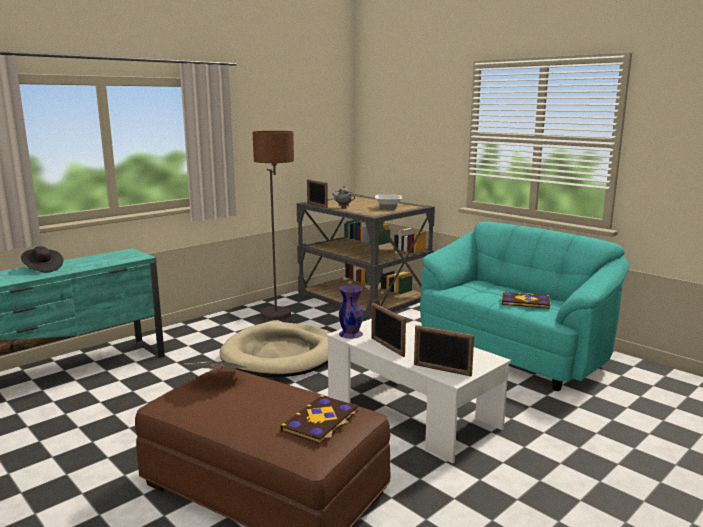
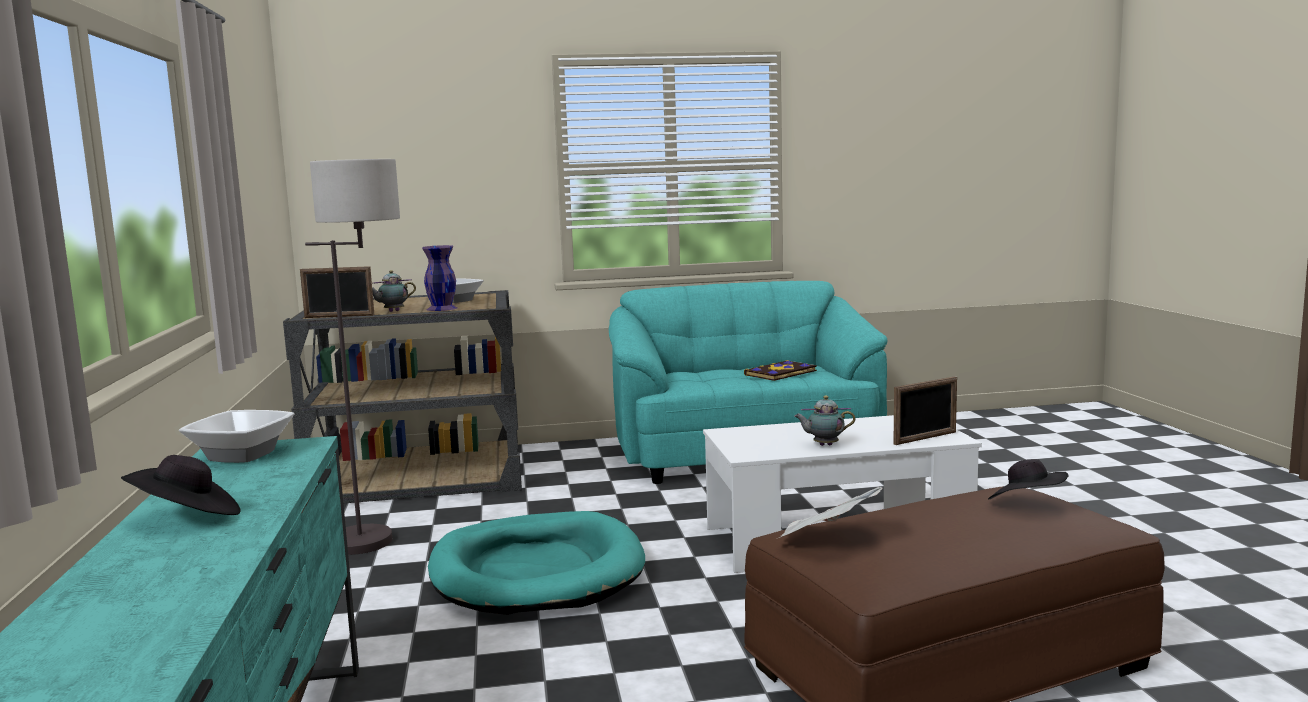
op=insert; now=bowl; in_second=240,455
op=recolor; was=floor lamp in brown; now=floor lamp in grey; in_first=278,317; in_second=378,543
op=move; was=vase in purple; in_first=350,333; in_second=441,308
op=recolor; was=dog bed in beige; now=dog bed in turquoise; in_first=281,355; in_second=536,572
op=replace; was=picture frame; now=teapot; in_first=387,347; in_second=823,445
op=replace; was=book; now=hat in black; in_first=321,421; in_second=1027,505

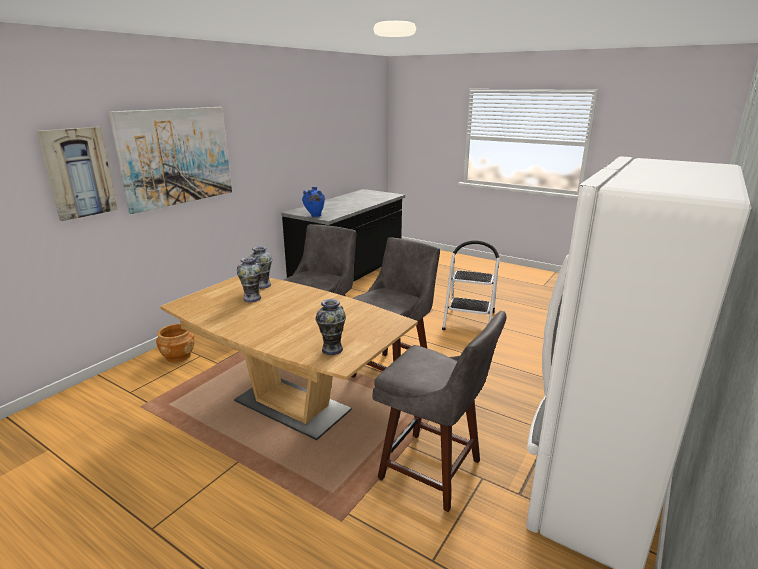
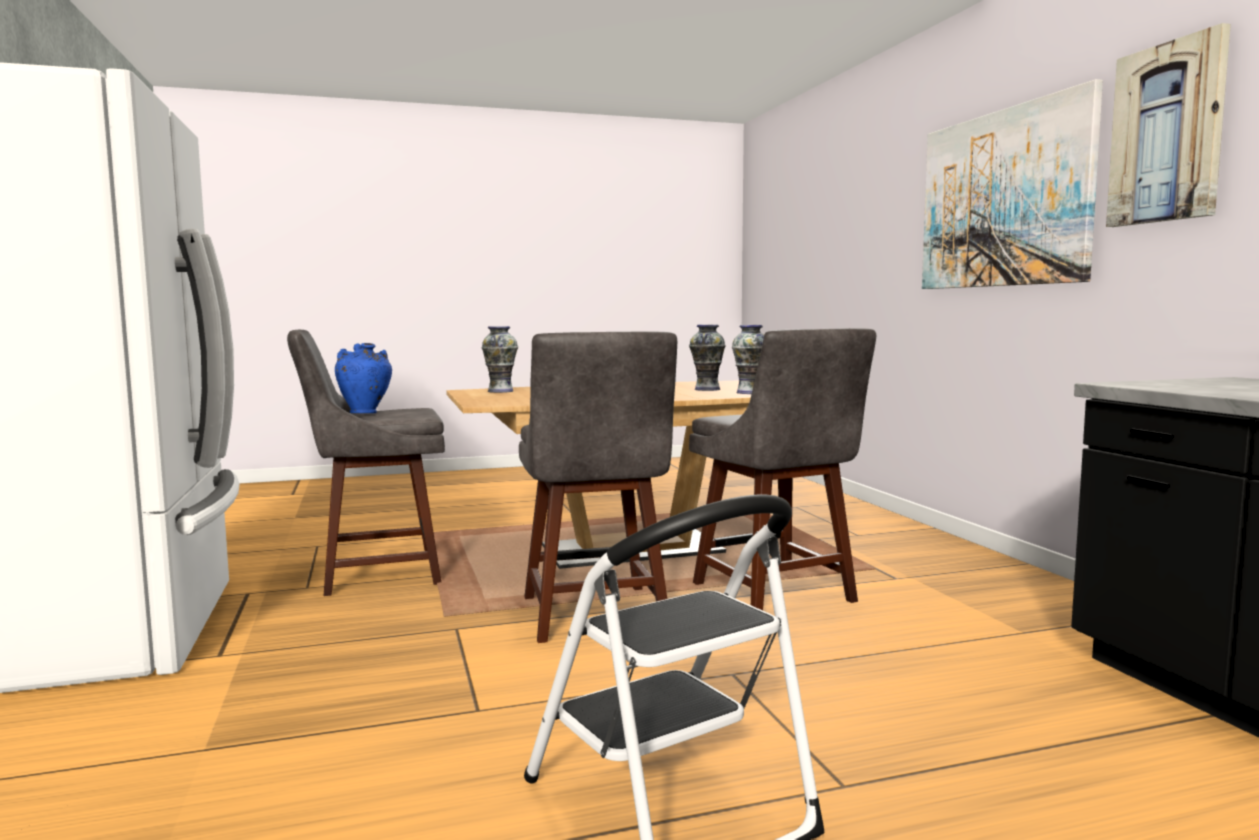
op=move; was=vase in blue; in_first=314,216; in_second=365,413
op=move; was=picture; in_first=78,173; in_second=1167,133
op=delete; was=planter in brown; in_first=178,356

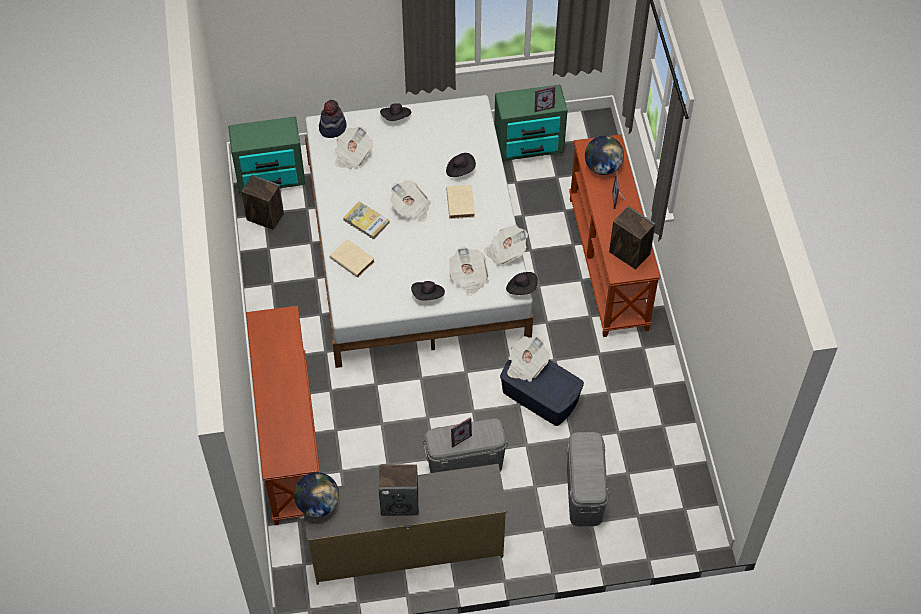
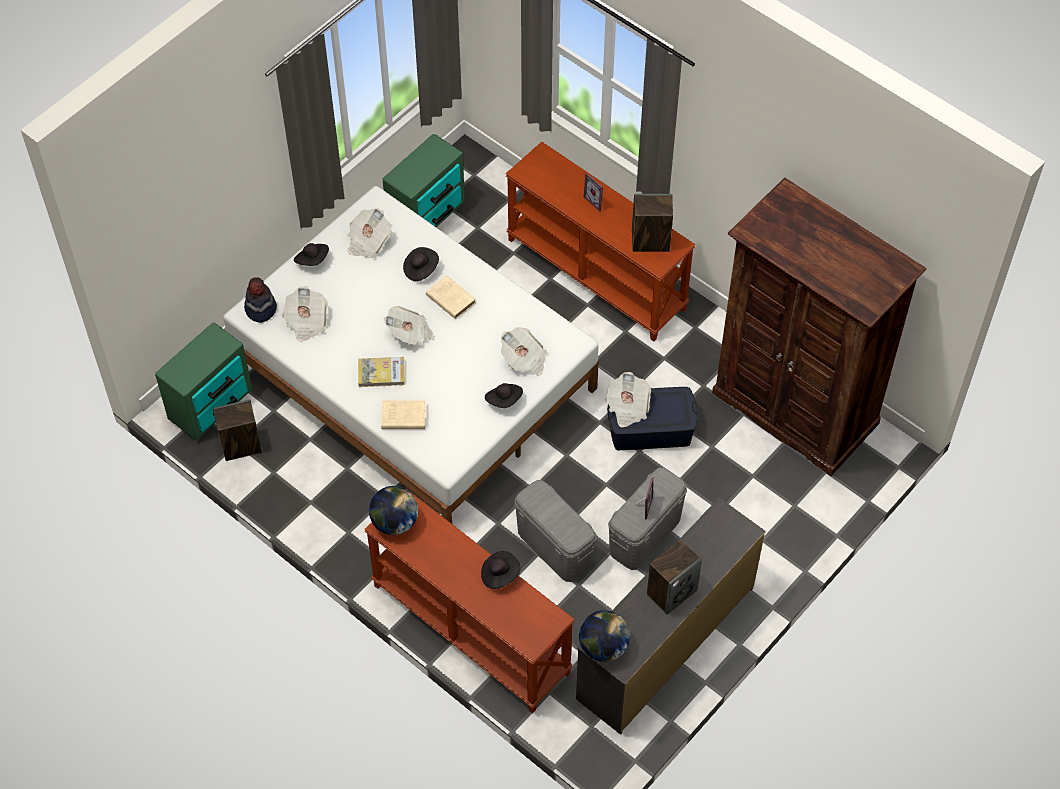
op=move; was=newspaper; in_first=505,251; in_second=368,241
op=move; was=globe; in_first=602,167; in_second=394,522
op=move; was=hat in black; in_first=522,288; in_second=499,574
op=move; was=storage box in grey; in_first=584,492; in_second=554,547
op=insert; now=wardrobe in brown; in_second=794,409
op=delete; was=picture frame; in_first=542,105

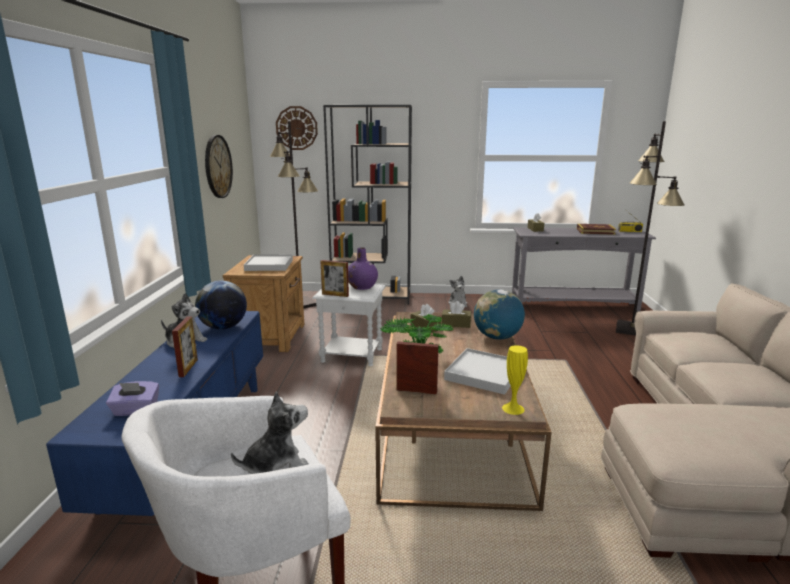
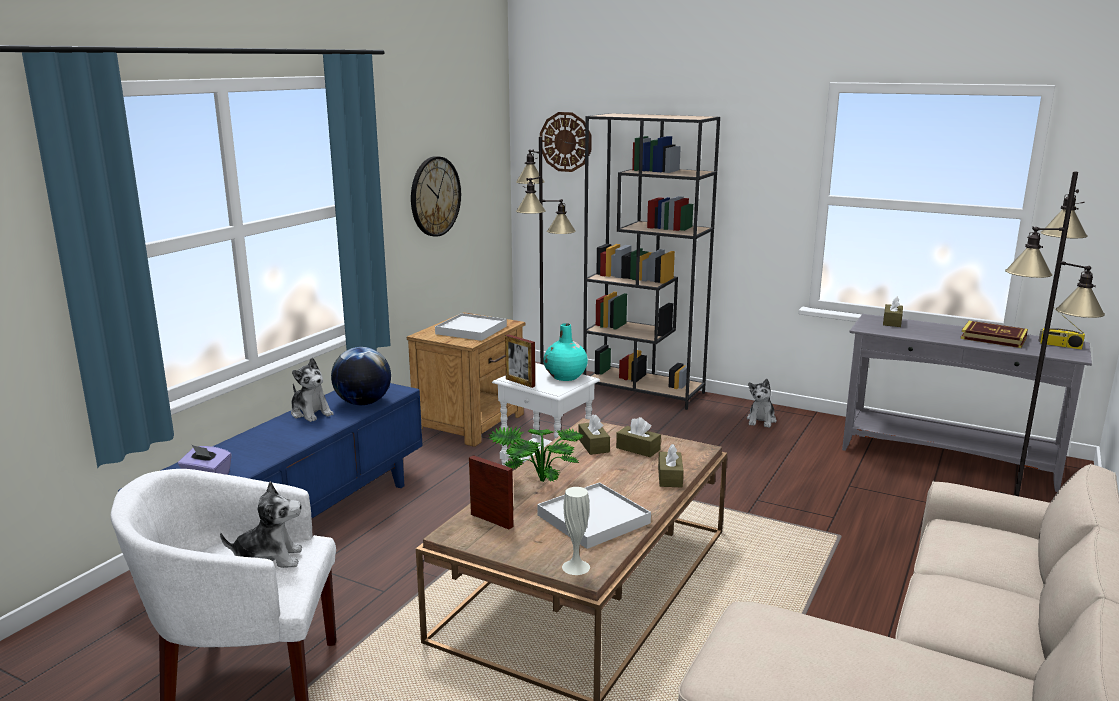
op=recolor; was=vase in purple; now=vase in turquoise; in_first=362,287; in_second=565,376
op=recolor; was=vase in yellow; now=vase in white; in_first=513,408; in_second=576,567
op=replace; was=globe; now=tissue box in brown; in_first=497,337; in_second=670,477
op=delete; was=picture frame; in_first=188,368

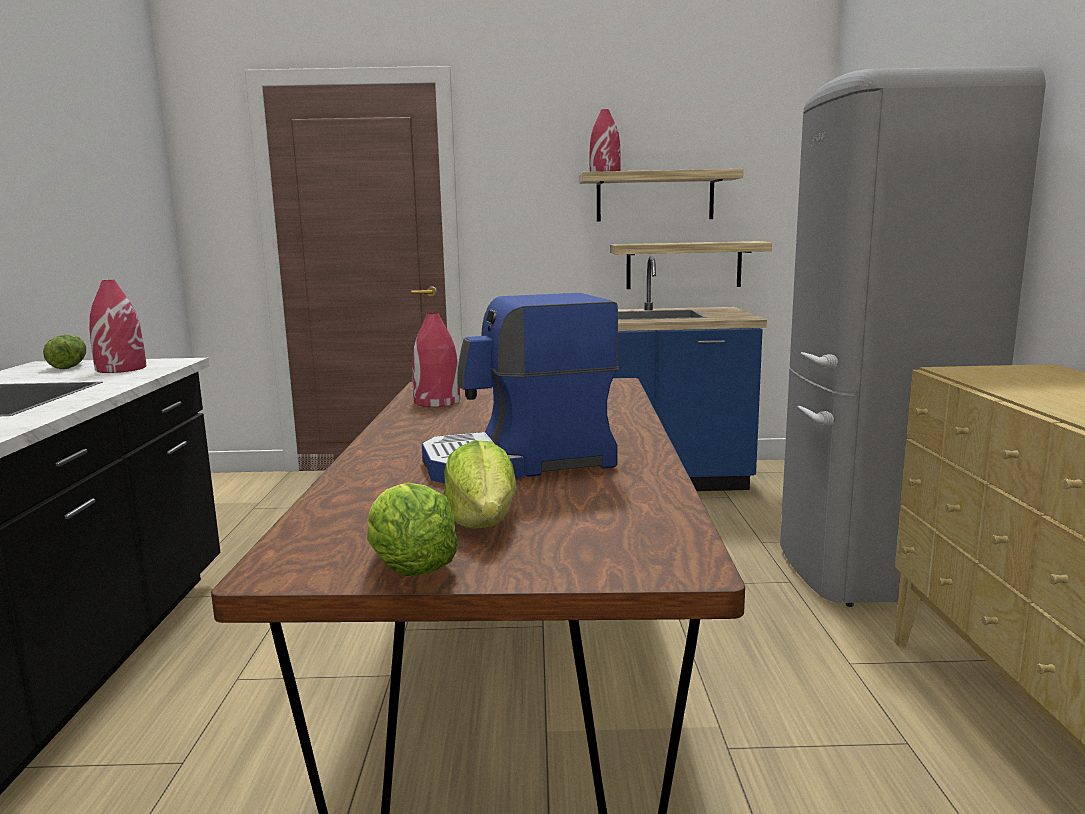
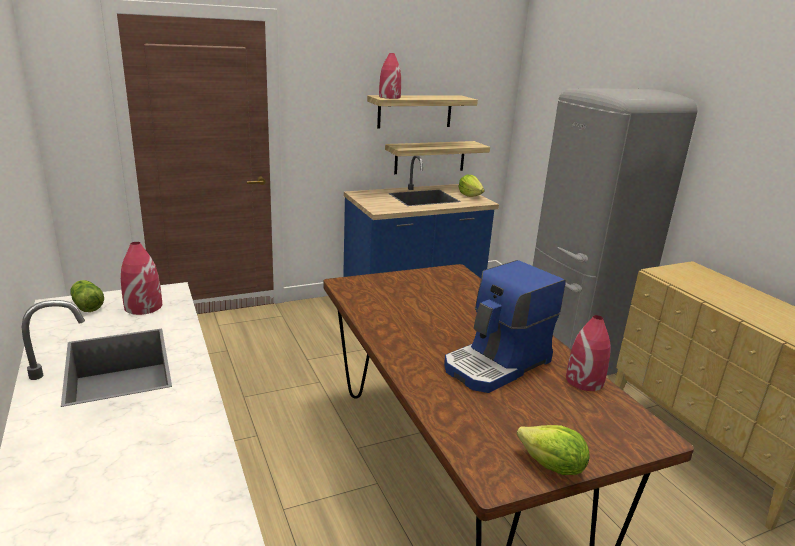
op=move; was=lettuce; in_first=483,521; in_second=470,195
op=move; was=vase in red; in_first=436,402; in_second=584,381

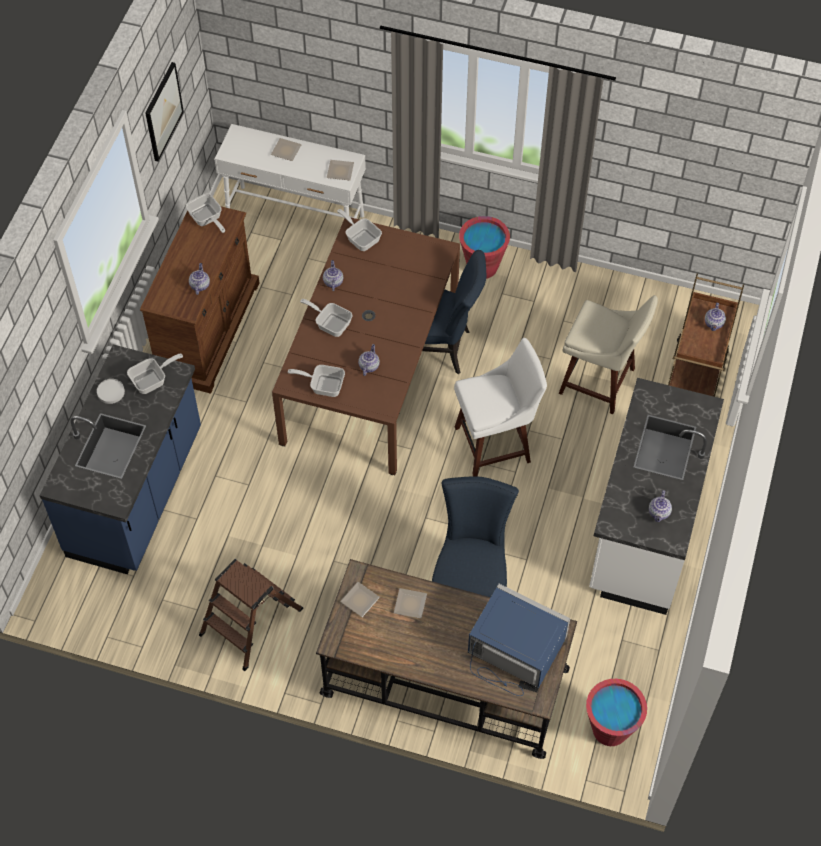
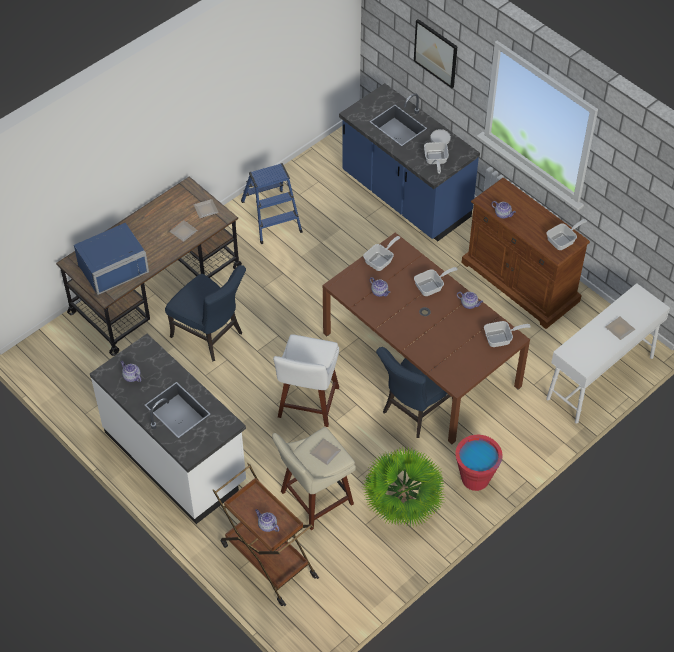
op=recolor; was=step ladder in brown; now=step ladder in blue; in_first=251,621; in_second=271,216
op=move; was=plate; in_first=339,170; in_second=326,452
op=insert; now=potted plant; in_second=402,507
op=move; was=picture; in_first=163,111; in_second=436,53
op=rotate; was=frying pan; in_first=207,219; in_second=563,241; clockwise=150
op=delete; was=bucket in red; in_first=610,729

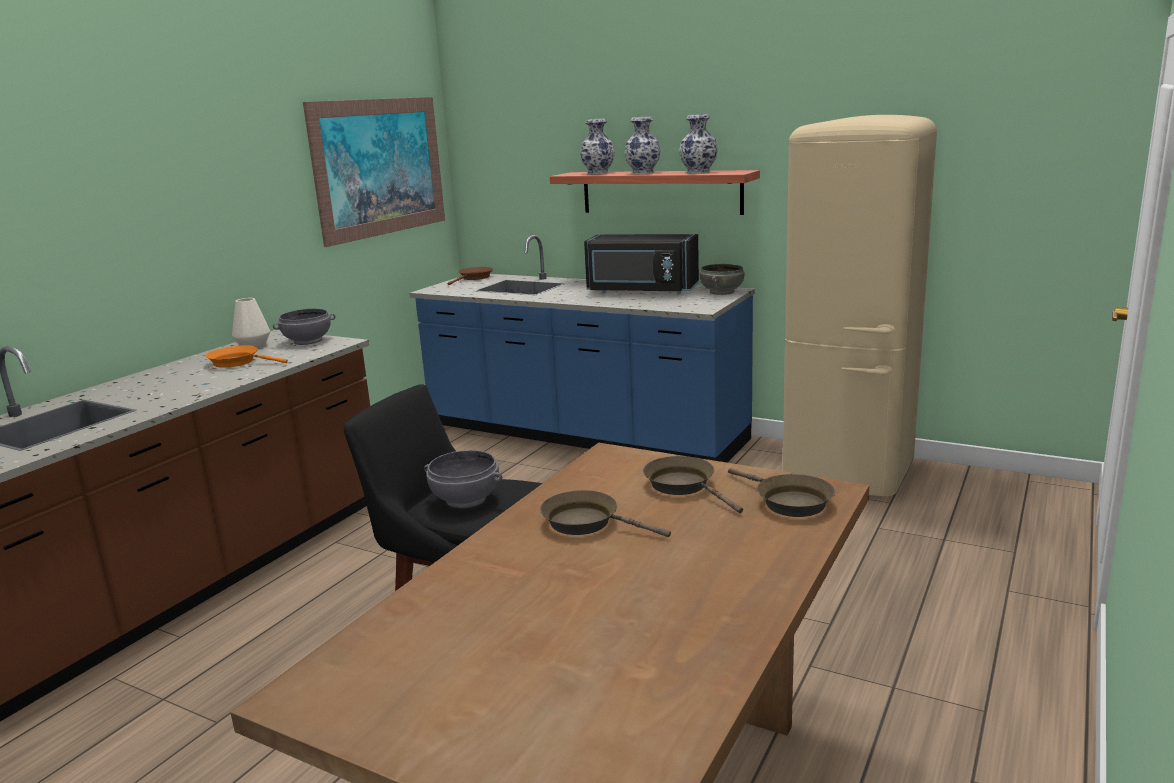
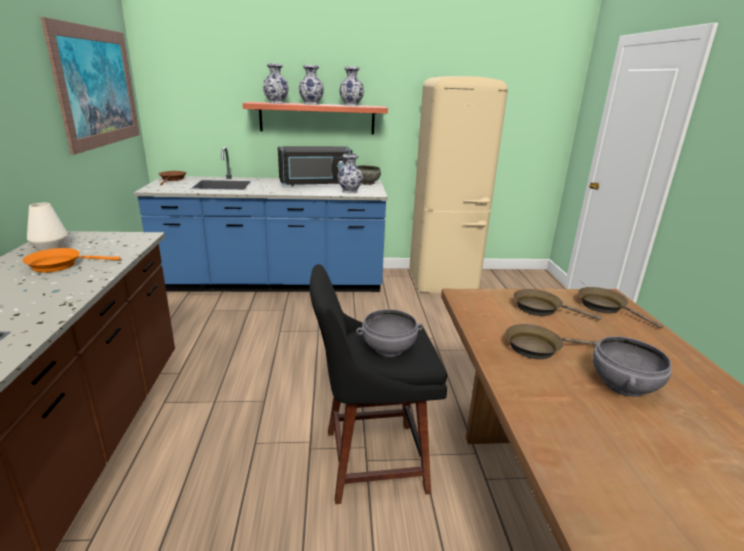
op=insert; now=vase; in_second=350,191
op=rotate; was=frying pan in brown; in_first=788,502; in_second=605,307; clockwise=-150
op=move; was=bowl in grey; in_first=307,341; in_second=622,385

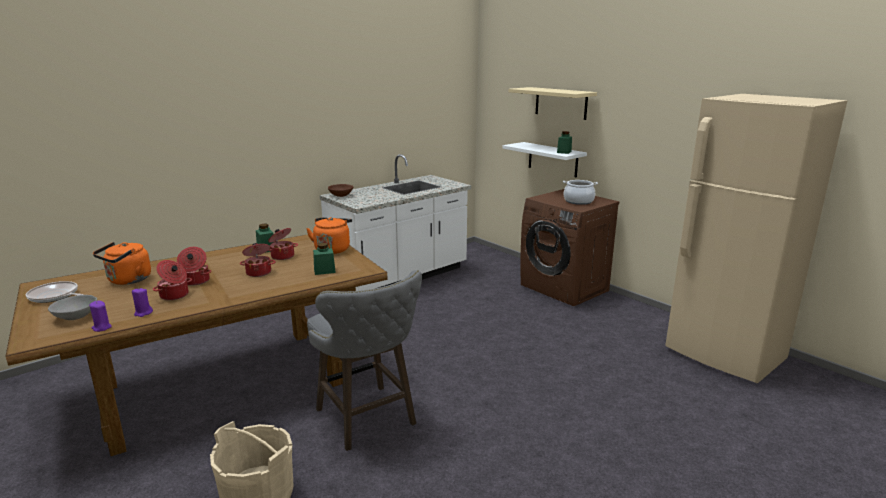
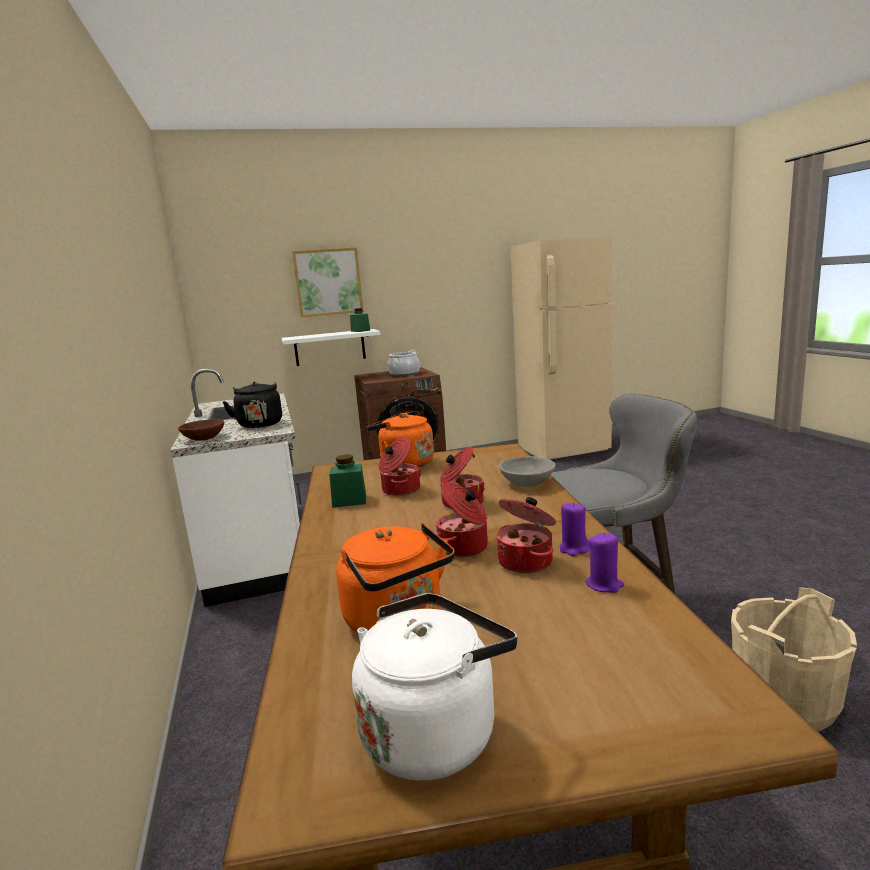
op=insert; now=kettle in black; in_second=260,424
op=replace; was=shelf in beige; now=picture; in_first=561,103; in_second=328,282
op=replace; was=frying pan; now=kettle in white; in_first=55,296; in_second=434,731
op=move; was=bowl in grey; in_first=76,316; in_second=527,483
op=move; was=candle in purple; in_first=101,328; in_second=574,549
op=delete; was=jar in green; in_first=324,271

